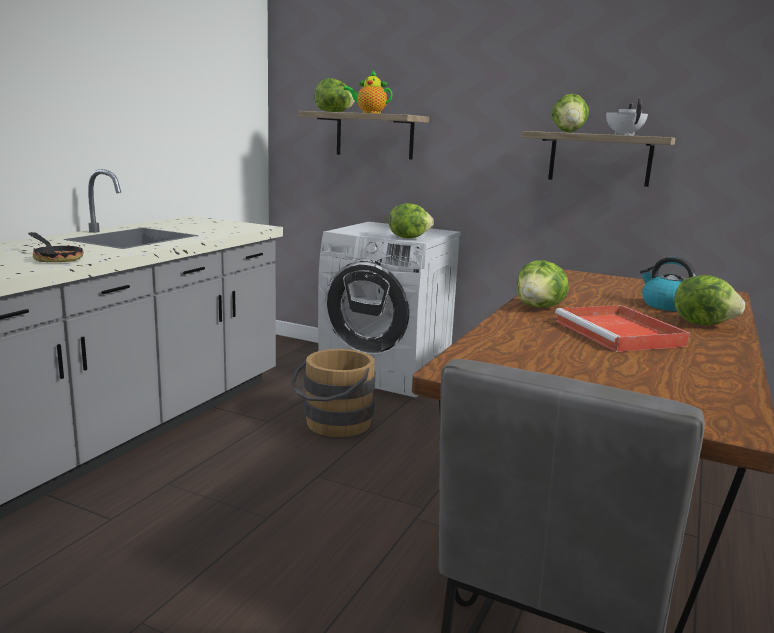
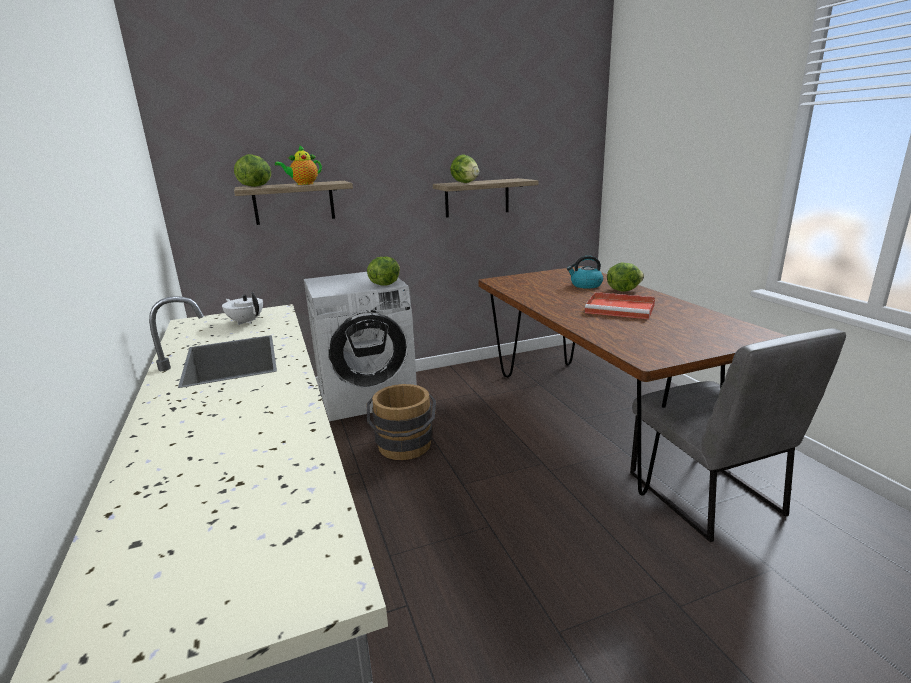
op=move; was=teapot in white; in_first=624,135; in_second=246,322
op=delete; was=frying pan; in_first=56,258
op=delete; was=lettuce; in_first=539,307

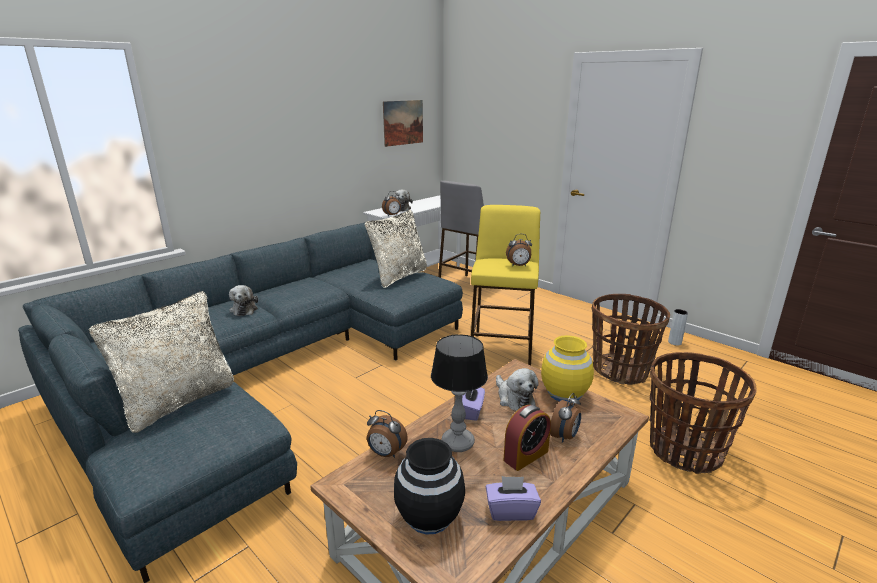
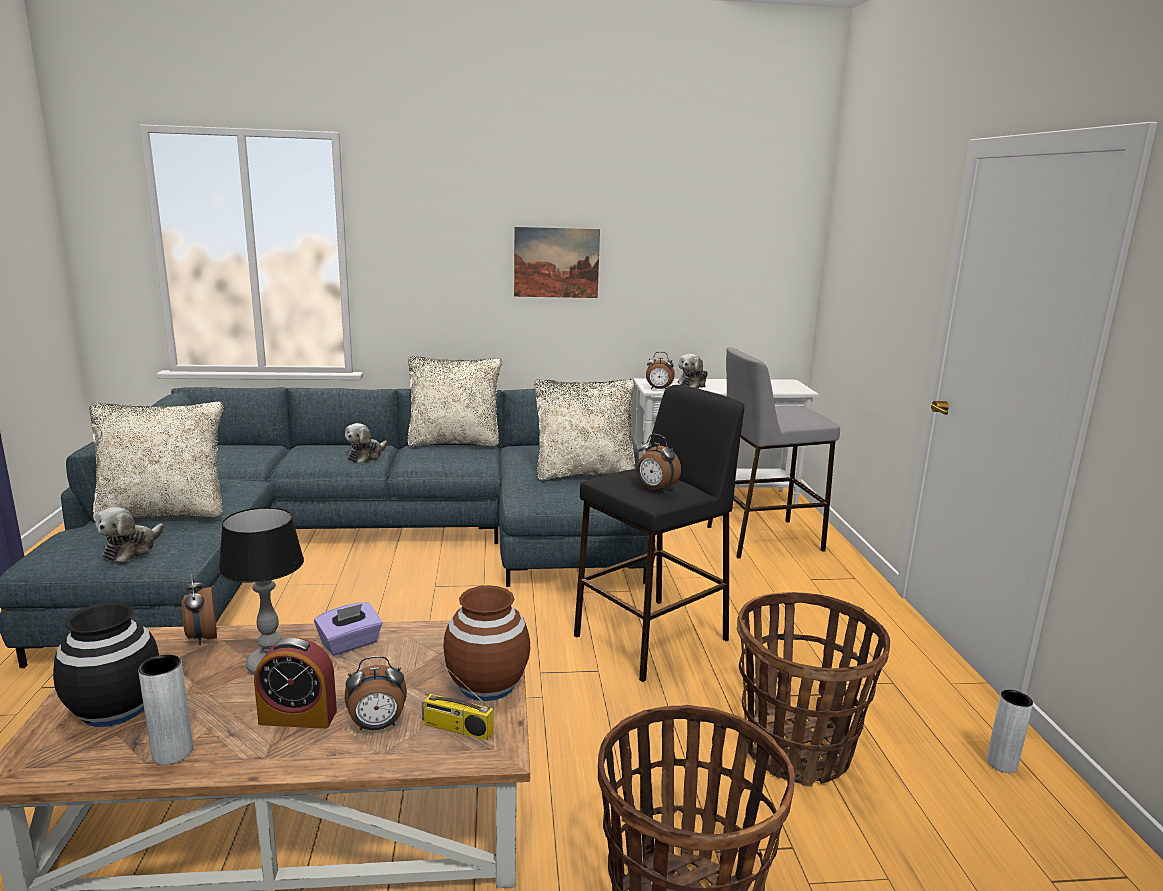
op=move; was=plush toy; in_first=514,398; in_second=132,549
op=replace; was=tissue box in purple; now=vase in grey; in_first=511,510; in_second=172,752
op=insert; now=pillow in beige; in_second=455,444
op=insert; now=radio; in_second=456,728
op=recolor; was=vase in yellow; now=vase in brown; in_first=564,393; in_second=486,684
op=move; was=picture; in_first=403,122; in_second=556,262
op=recolor; was=stool in yellow; now=stool in black; in_first=501,353; in_second=652,637

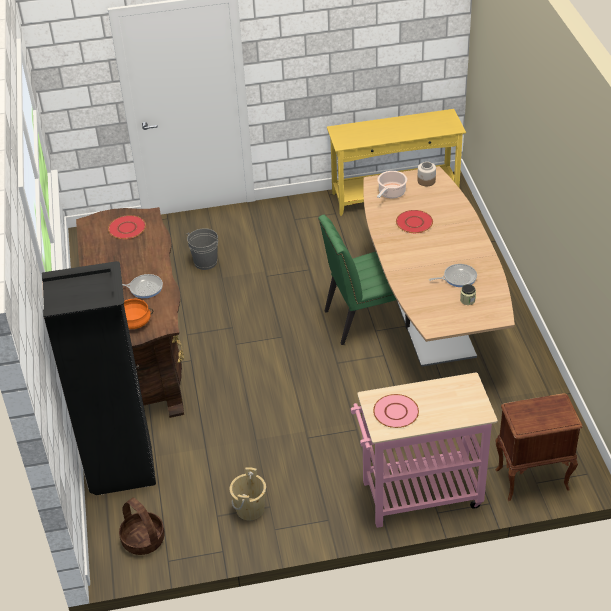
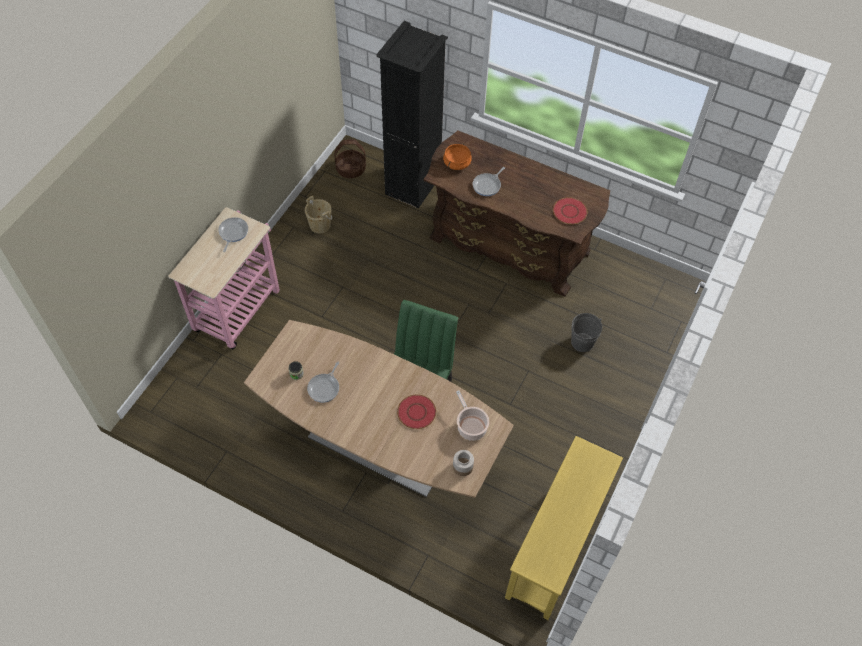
op=replace; was=plate in pink; now=frying pan; in_first=396,412; in_second=233,233
op=delete; was=nightstand in brown; in_first=531,480

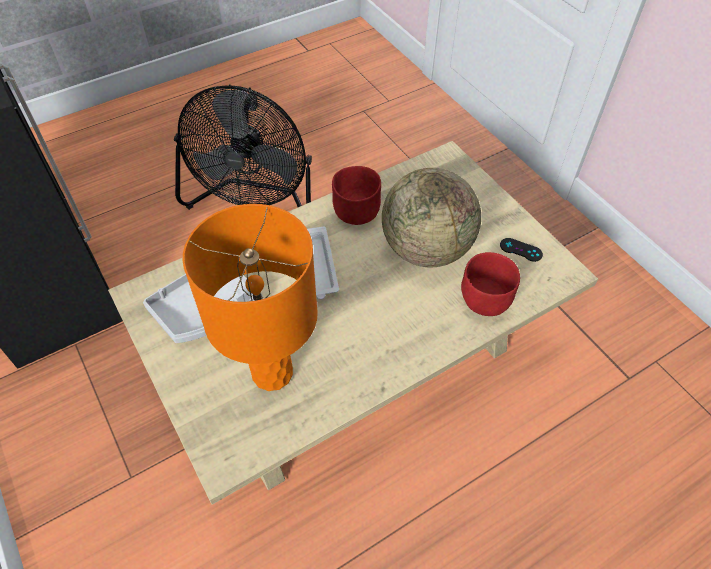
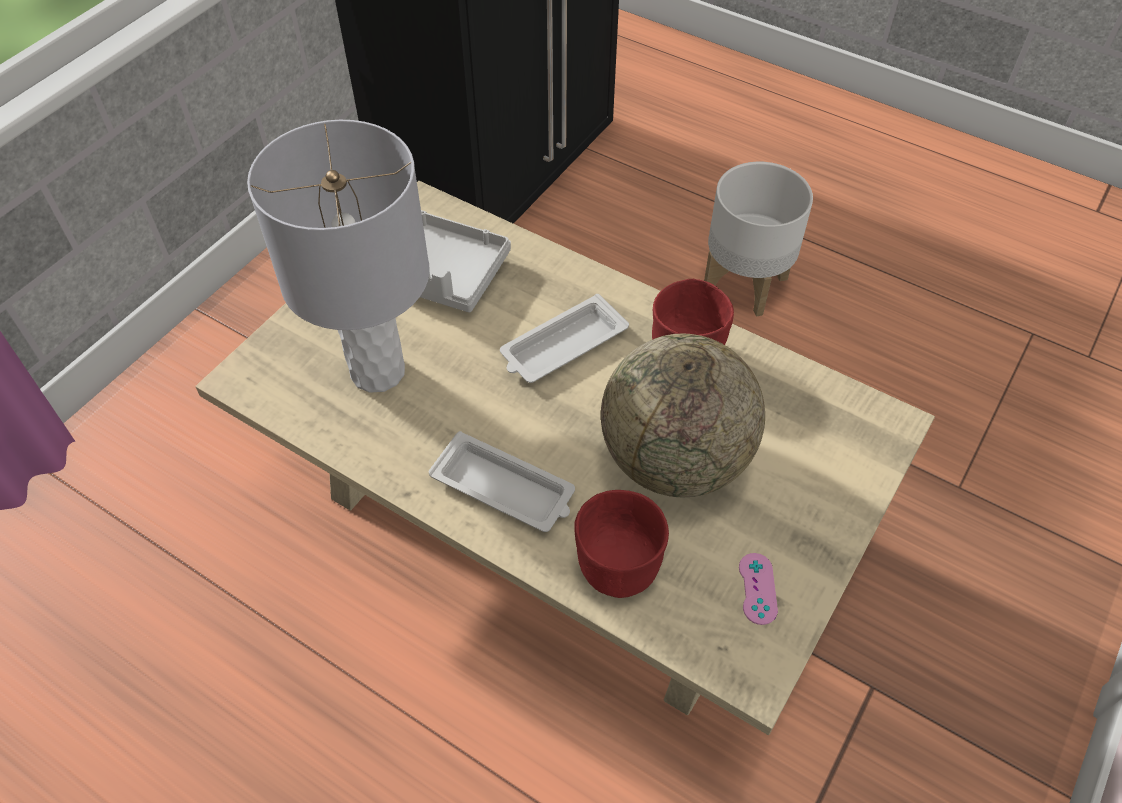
op=recolor; was=table lamp in orange; now=table lamp in grey; in_first=272,373; in_second=376,371
op=insert; now=tray in white; in_second=505,489
op=replace; was=fan in black; now=planter in white; in_first=251,199; in_second=746,284
op=recolor; was=game controller in black; now=game controller in pink; in_first=521,250; in_second=757,588

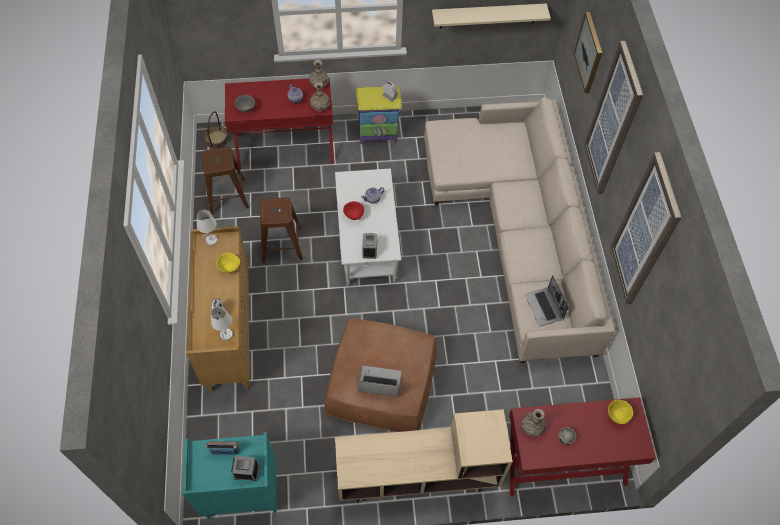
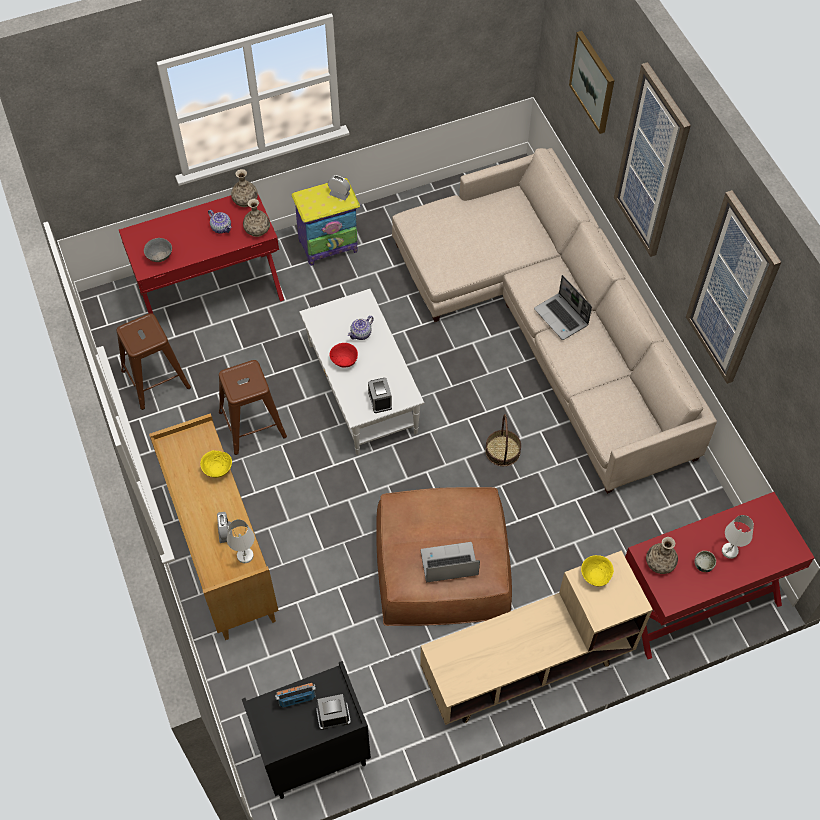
op=recolor; was=cabinet in turquoise; now=cabinet in black; in_first=241,494; in_second=313,755
op=move; was=basket; in_first=216,140; in_second=503,451
op=move; was=laptop; in_first=544,307; in_second=562,317
op=move; was=bowl in yellow; in_first=617,416; in_second=595,576
op=move; was=table lamp in white; in_first=211,240; in_second=729,551
op=delete; was=shelf in beige; in_first=488,15

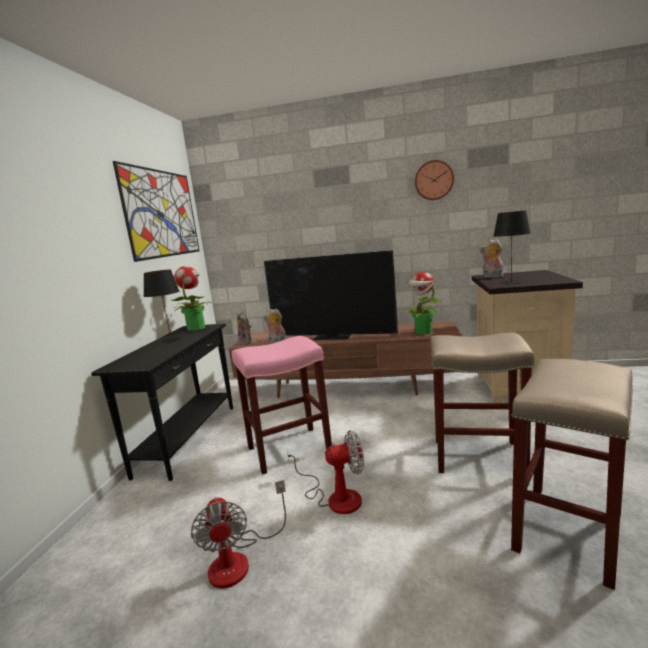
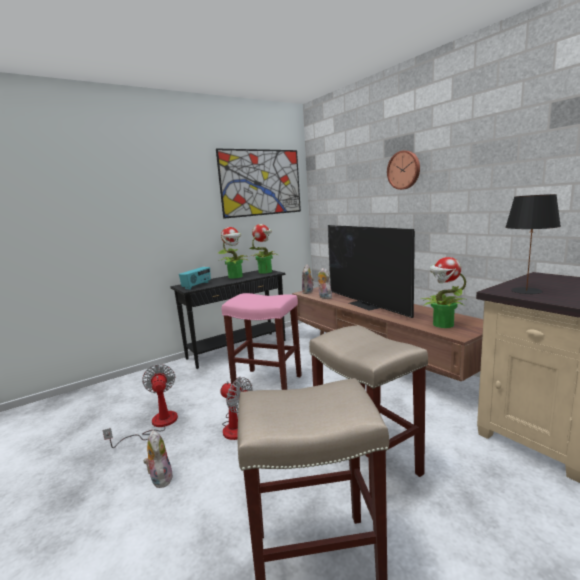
op=rotate; was=fan; in_first=240,559; in_second=156,425; clockwise=135
op=move; was=plush toy; in_first=492,277; in_second=160,478
op=insert; now=radio; in_second=197,286
op=replace; was=table lamp in black; now=potted plant; in_first=170,340; in_second=236,277
op=move; was=wall clock; in_first=433,180; in_second=404,170

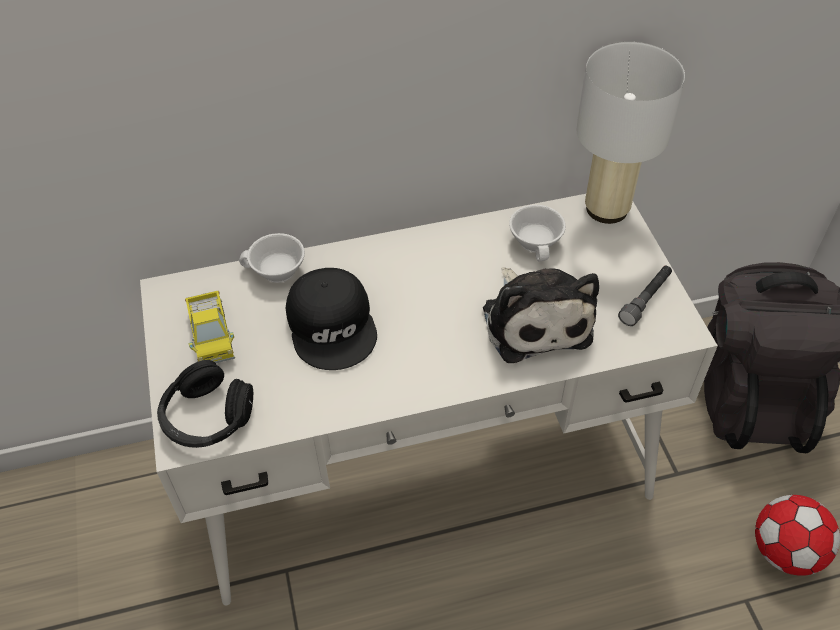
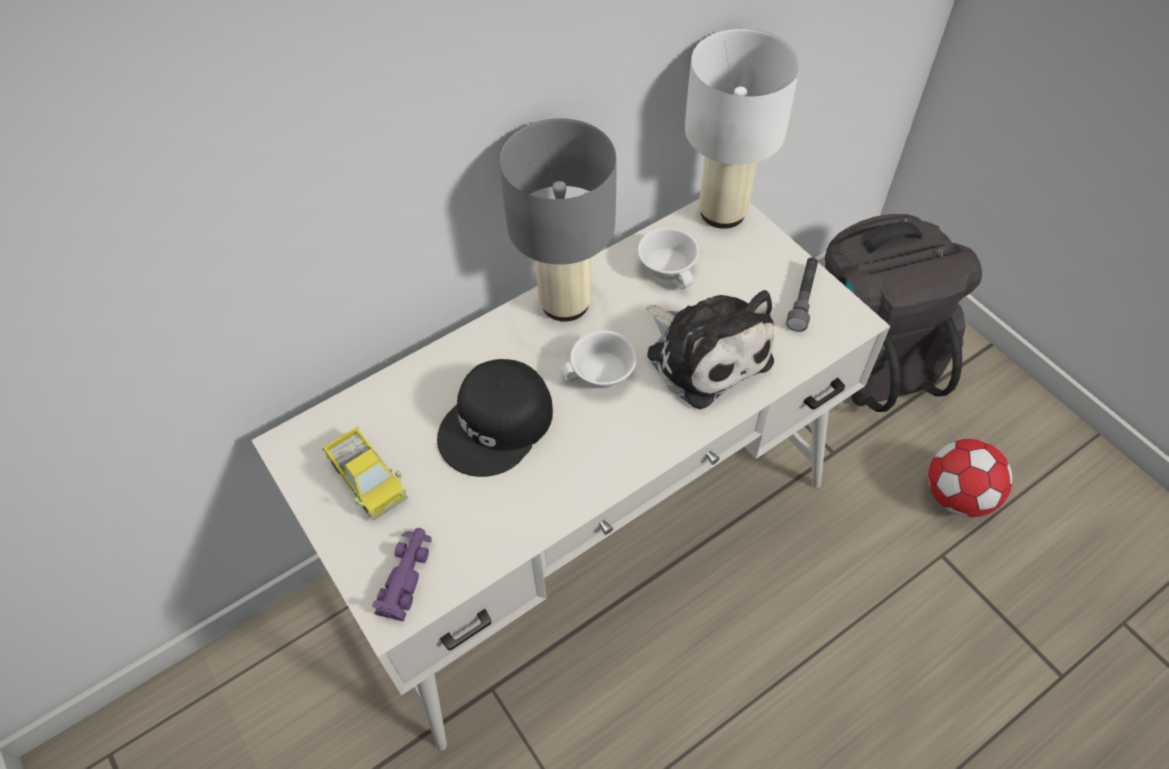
op=replace; was=headphones in black; now=toy car in purple; in_first=207,417; in_second=406,575
op=rotate; was=cap in black; in_first=333,325; in_second=498,424; clockwise=75
op=insert; now=table lamp in grey; in_second=566,302
op=move; was=cup in white; in_first=276,272; in_second=601,376

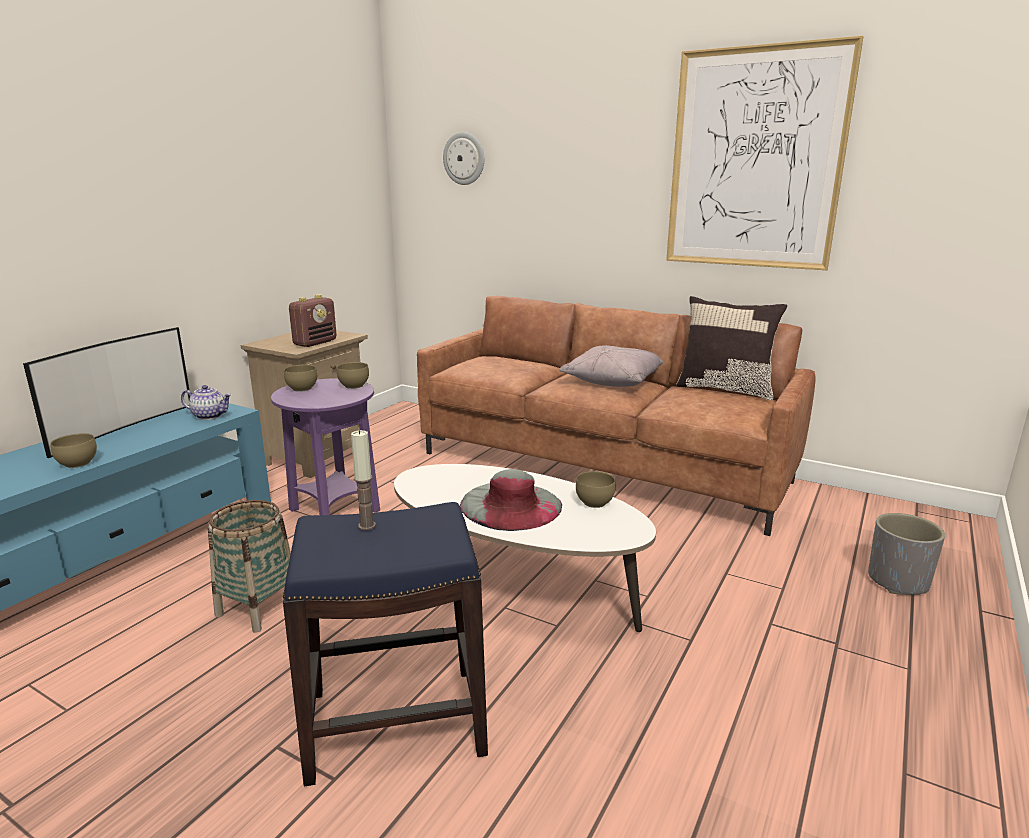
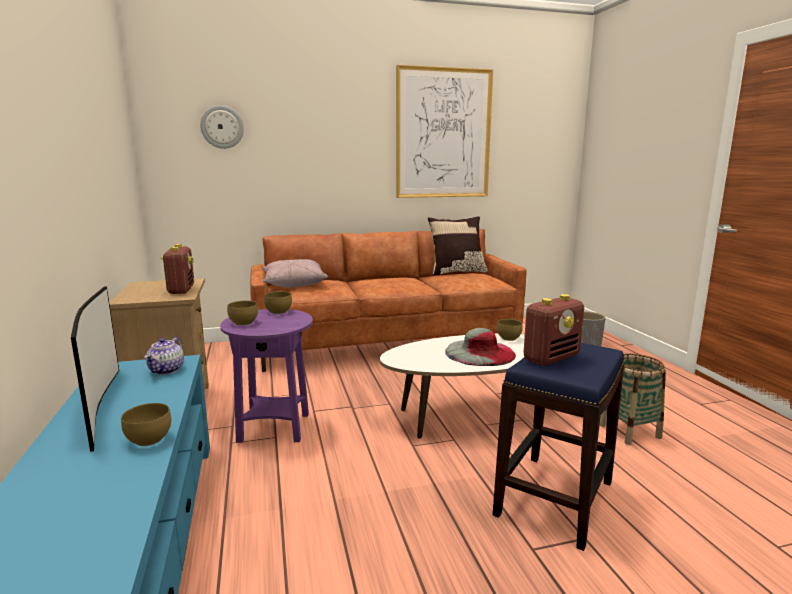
op=rotate; was=teapot; in_first=210,416; in_second=167,370; clockwise=135
op=move; was=pillow in purple; in_first=613,380; in_second=294,284
op=replace; was=candle; now=radio; in_first=367,525; in_second=551,358
op=move; was=basket; in_first=258,608; in_second=630,431

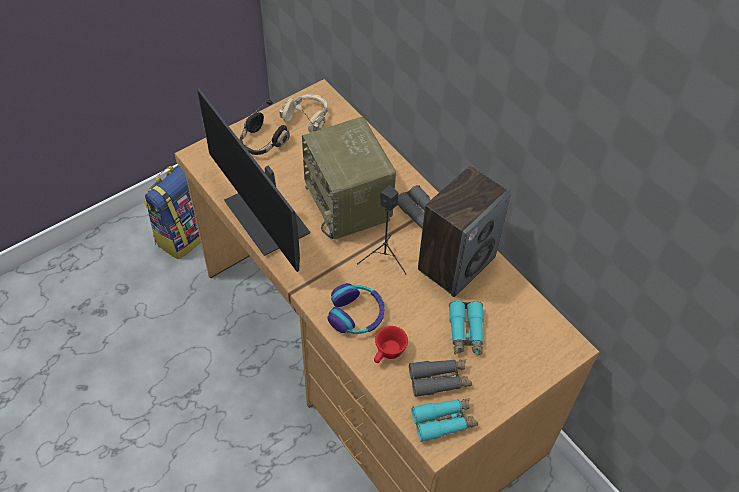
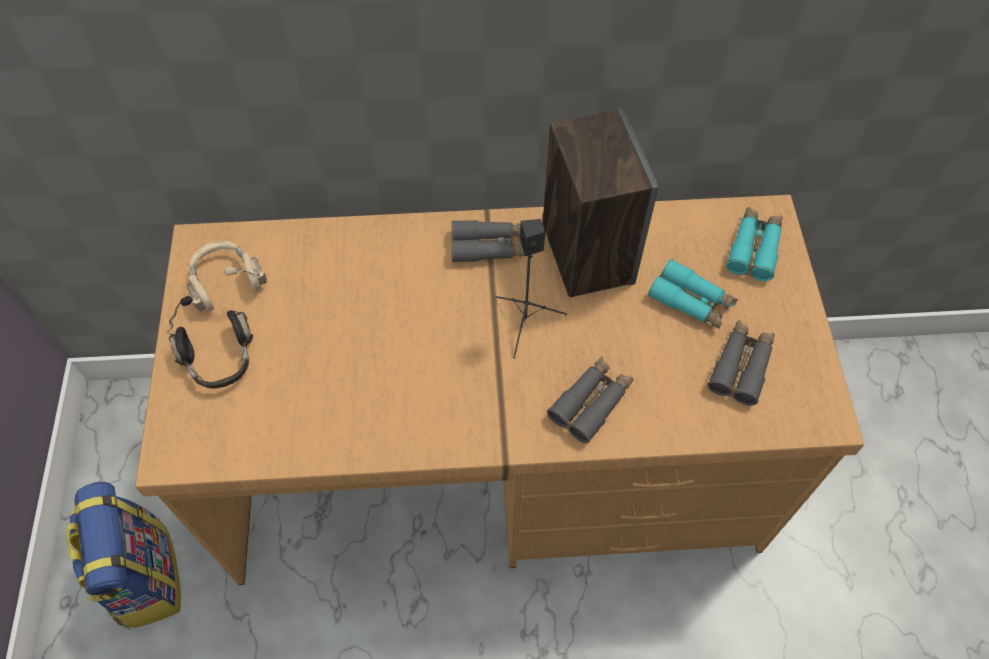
op=replace; was=headphones; now=binoculars in grey; in_first=356,314; in_second=591,402
op=move; was=binoculars in turquoise; in_first=444,421; in_second=754,248
op=delete; was=monitor; in_first=268,219
op=delete; was=radio; in_first=349,203
op=delete; was=cup in red; in_first=388,353

